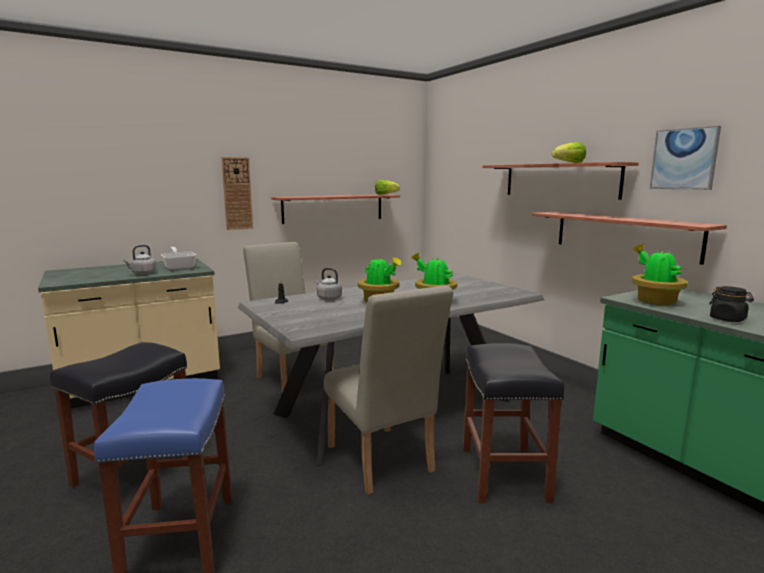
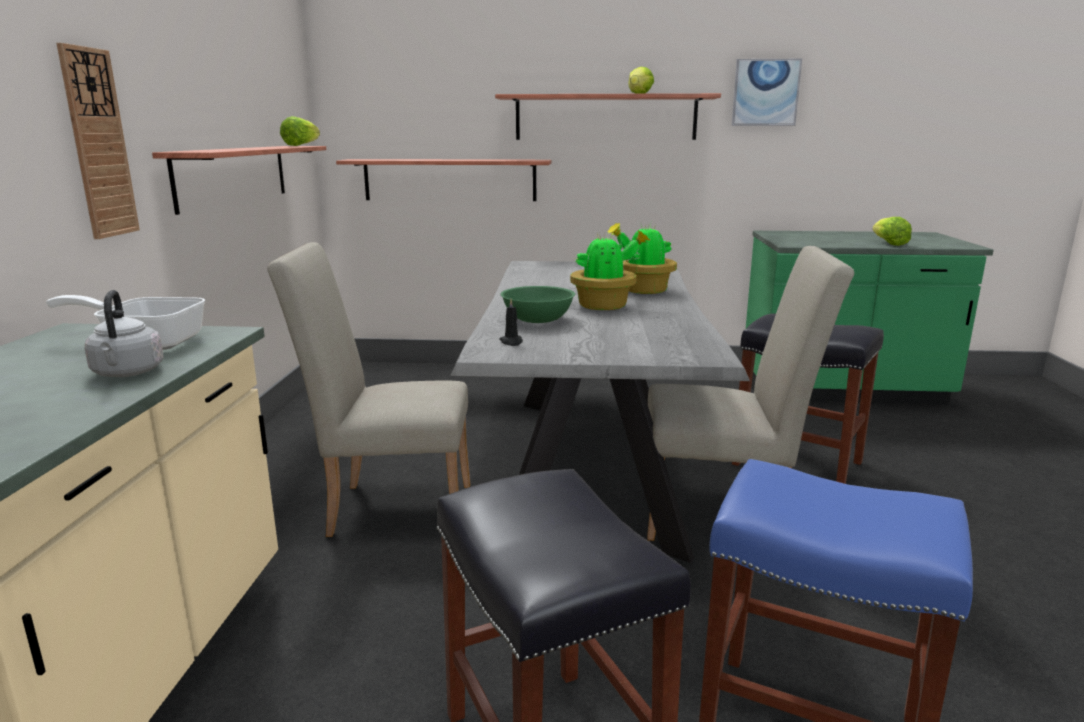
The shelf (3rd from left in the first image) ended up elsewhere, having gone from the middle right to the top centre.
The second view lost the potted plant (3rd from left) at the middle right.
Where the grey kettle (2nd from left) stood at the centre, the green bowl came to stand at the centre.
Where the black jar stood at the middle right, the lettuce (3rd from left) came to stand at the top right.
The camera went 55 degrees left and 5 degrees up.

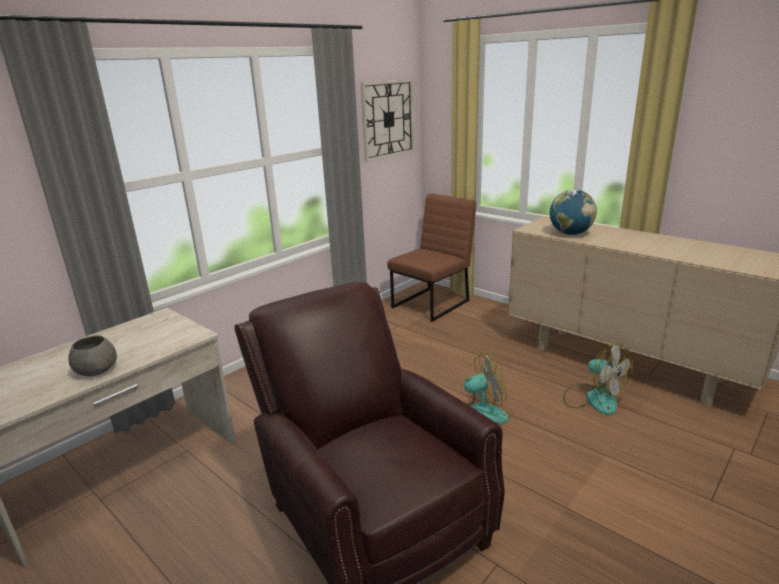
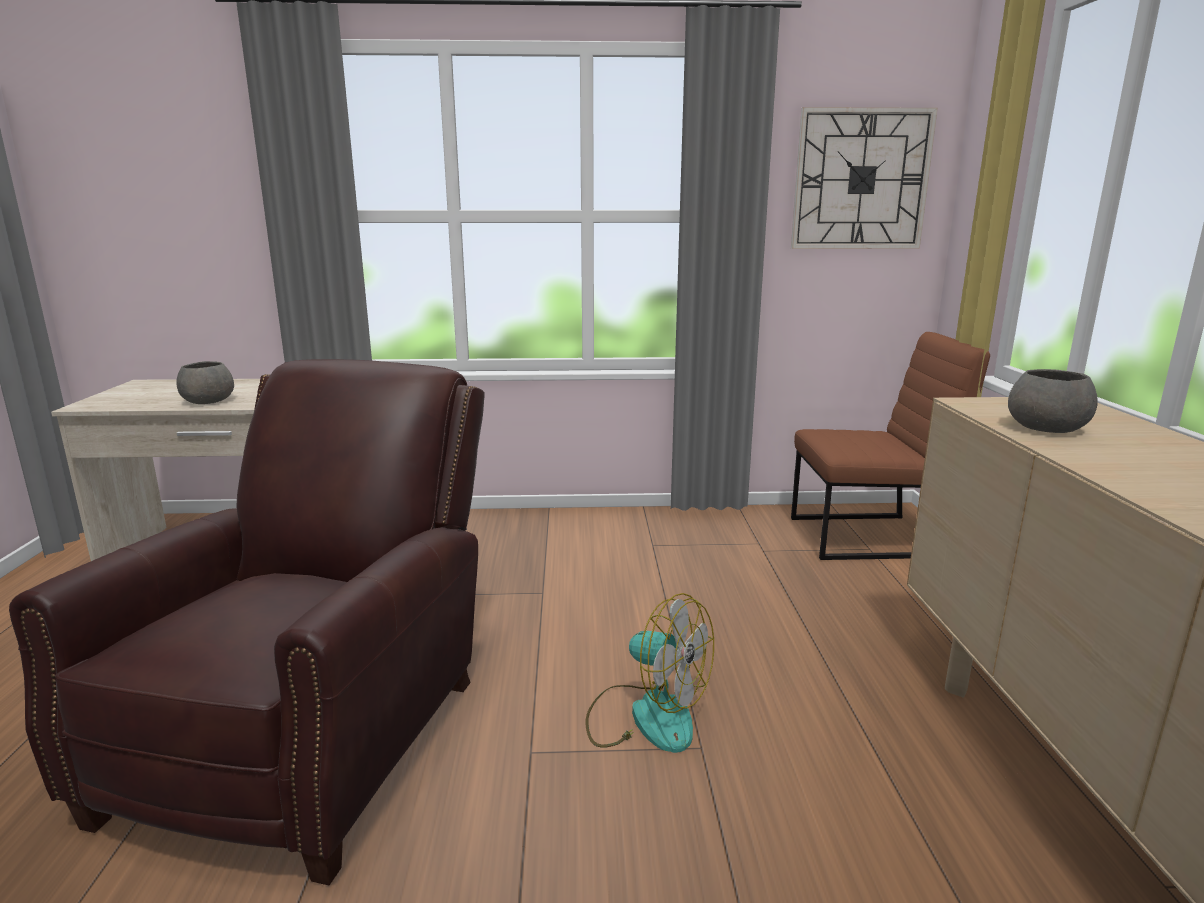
Where the globe stood at the middle right, the grey bowl (2nd from left) came to stand at the middle right.
The second view lost the fan (2nd from left) at the middle right.
The camera went 45 degrees right and 5 degrees down.

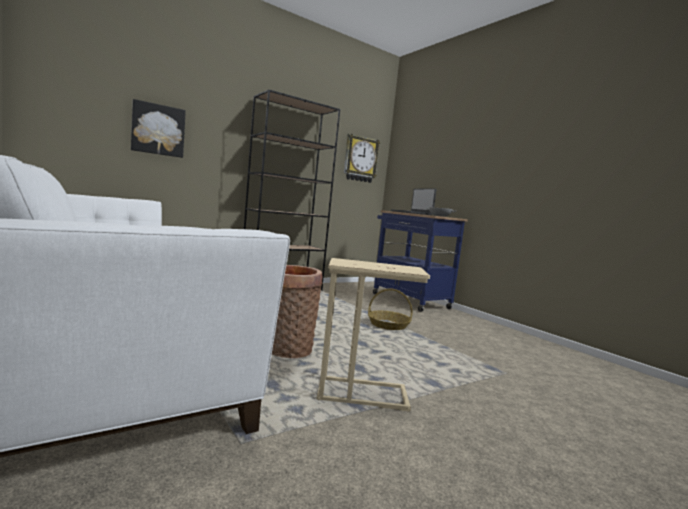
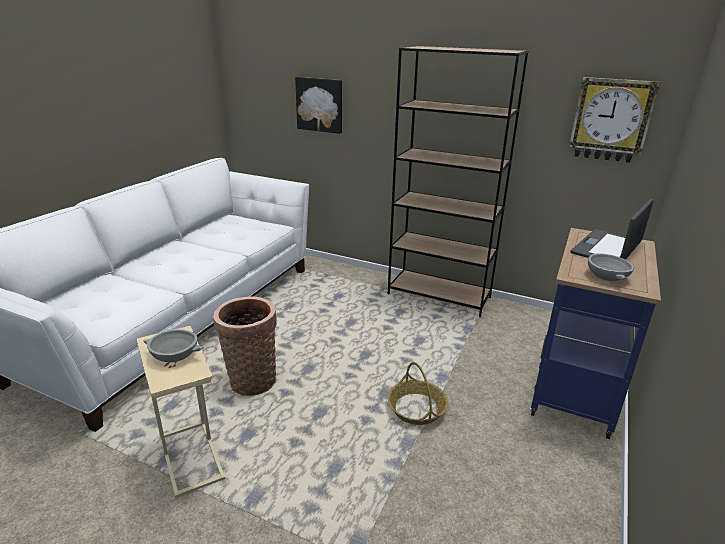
The second view gained the grey bowl (1st from left) at the middle left.
The camera went 60 degrees right and 20 degrees up.

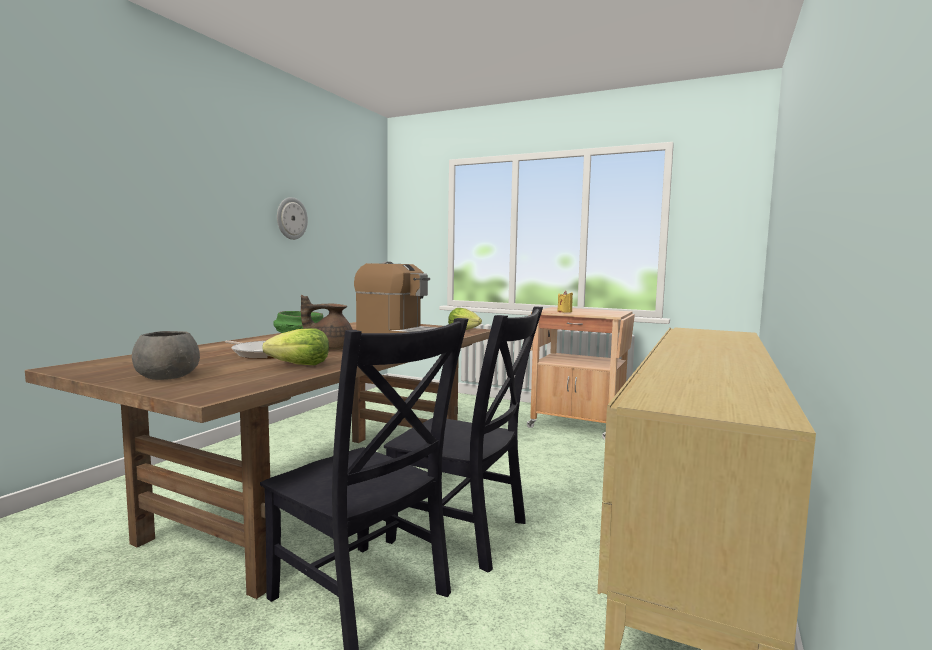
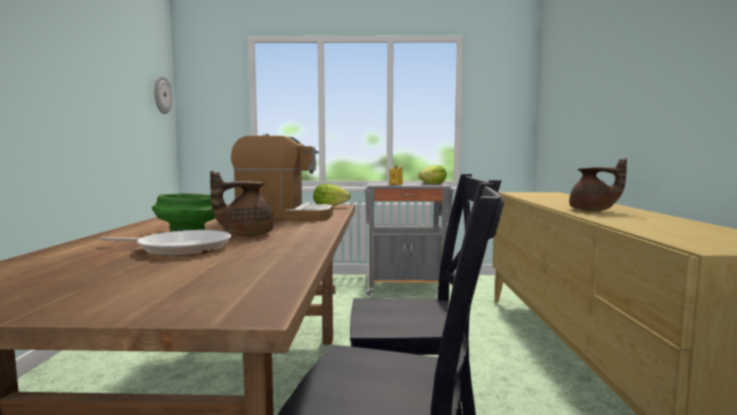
The wall clock ended up elsewhere, having gone from the middle left to the top left.
What was the brown cart at the centre turned into the grey cart at the centre.
The lettuce (1st from left in the first image) ended up elsewhere, having gone from the middle left to the centre.
The second view lost the grey bowl at the middle left.
The second view gained the brown teapot (2nd from left) at the middle right.
The camera went 25 degrees left and 0 degrees up.

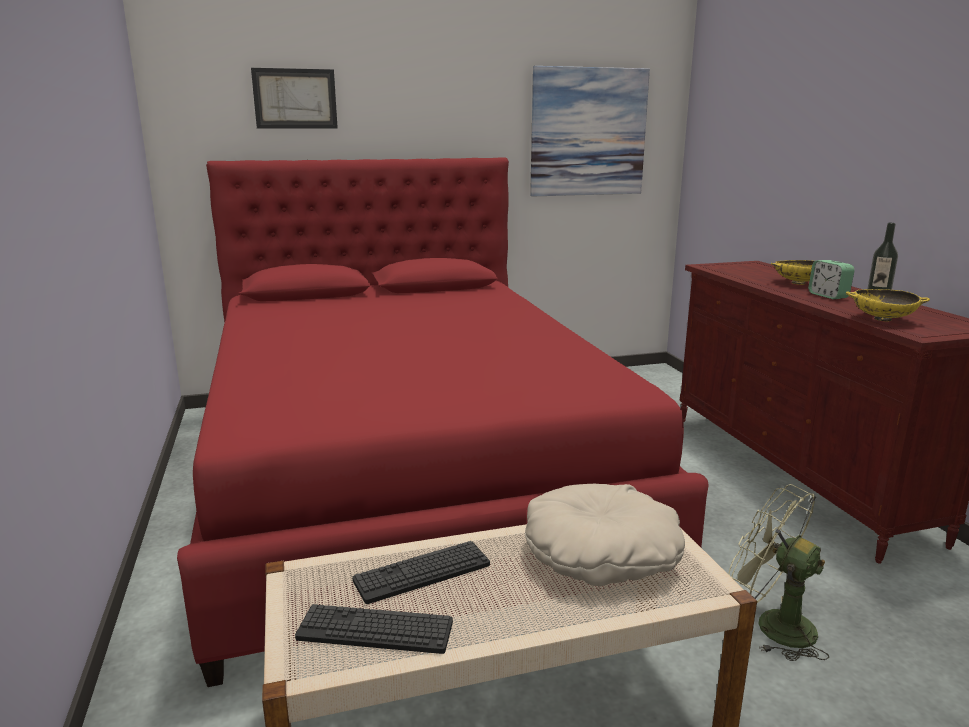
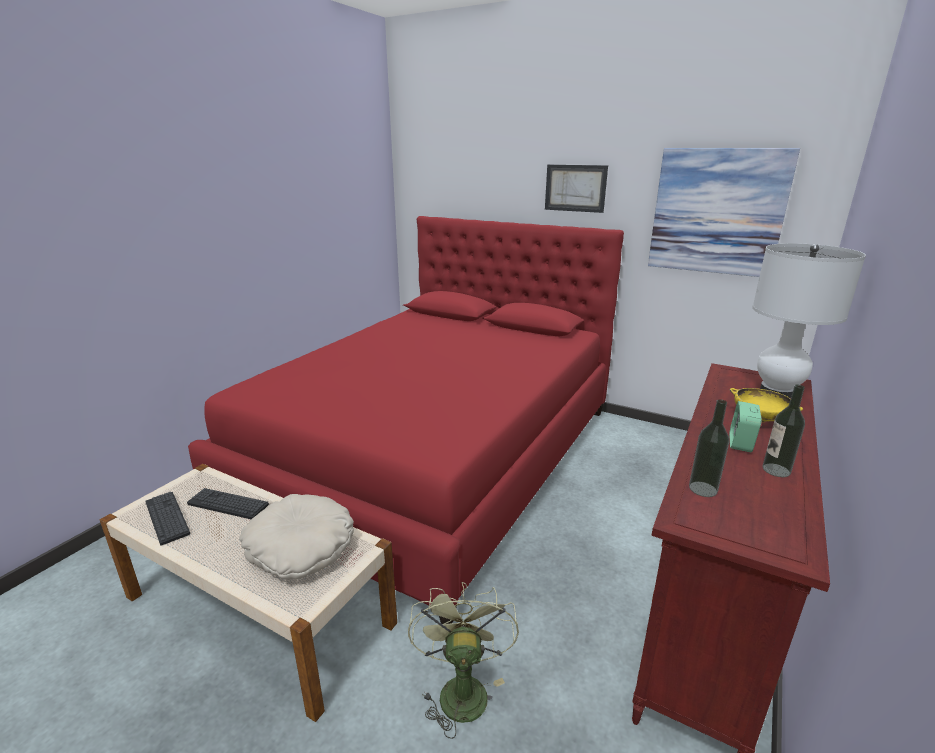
The picture (1st from left) ended up elsewhere, having gone from the top left to the top centre.
Where the yellow bowl (2nd from left) stood at the middle right, the bottle (1st from left) came to stand at the middle right.
The second view gained the white table lamp at the middle right.
The camera went 45 degrees right and 5 degrees up.

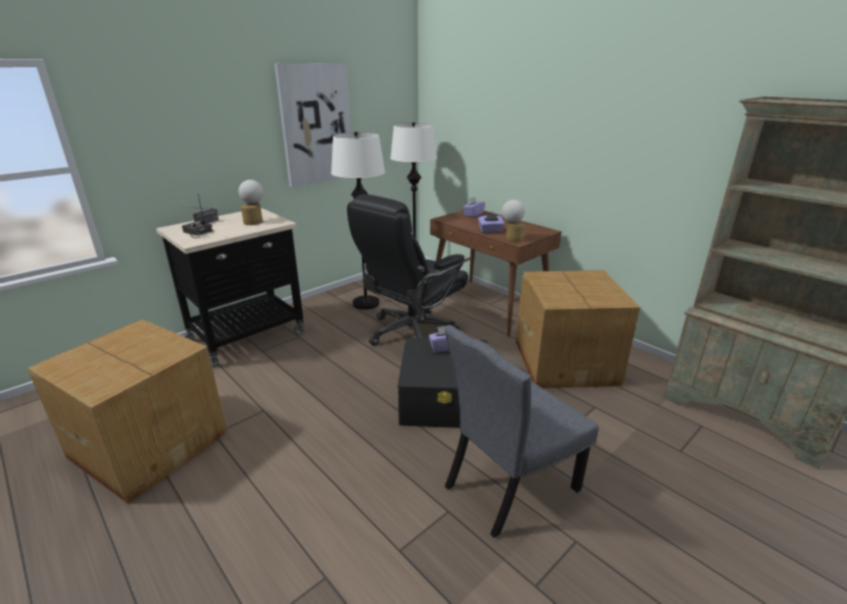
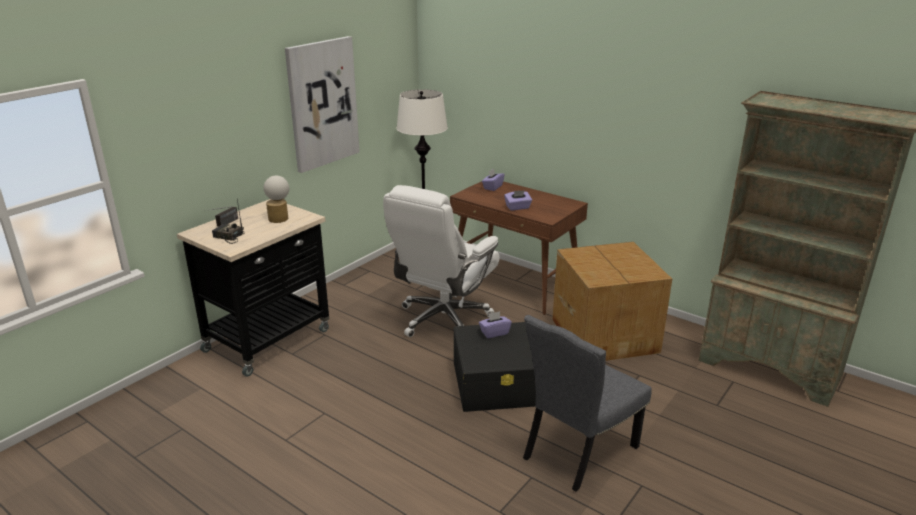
The second view lost the white floor lamp (1st from left) at the centre.
What was the black office chair at the centre turned into the white office chair at the centre.
The second view lost the table lamp (2nd from left) at the centre.
The second view lost the cardboard box (1st from left) at the bottom left.
The camera went 10 degrees left and 0 degrees up.

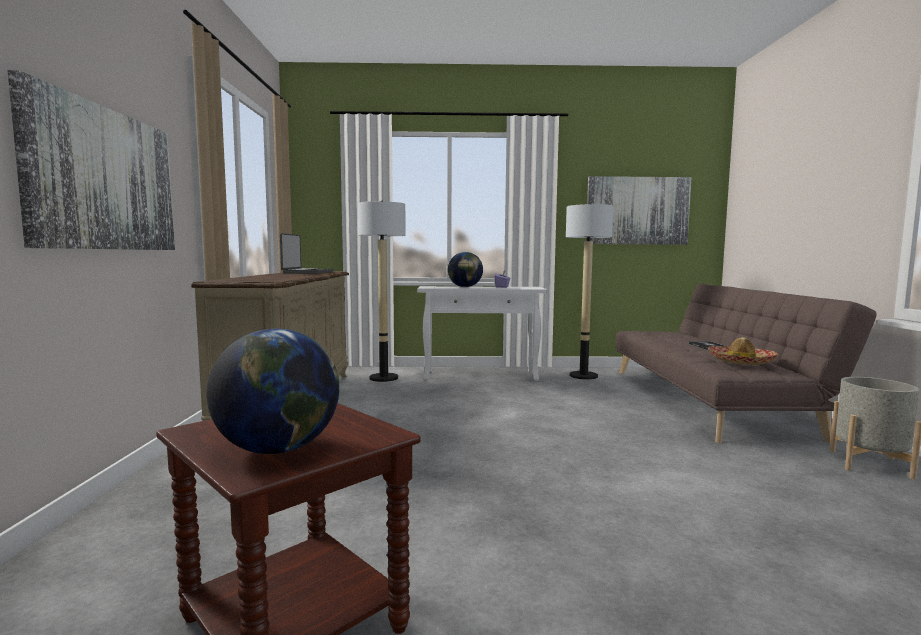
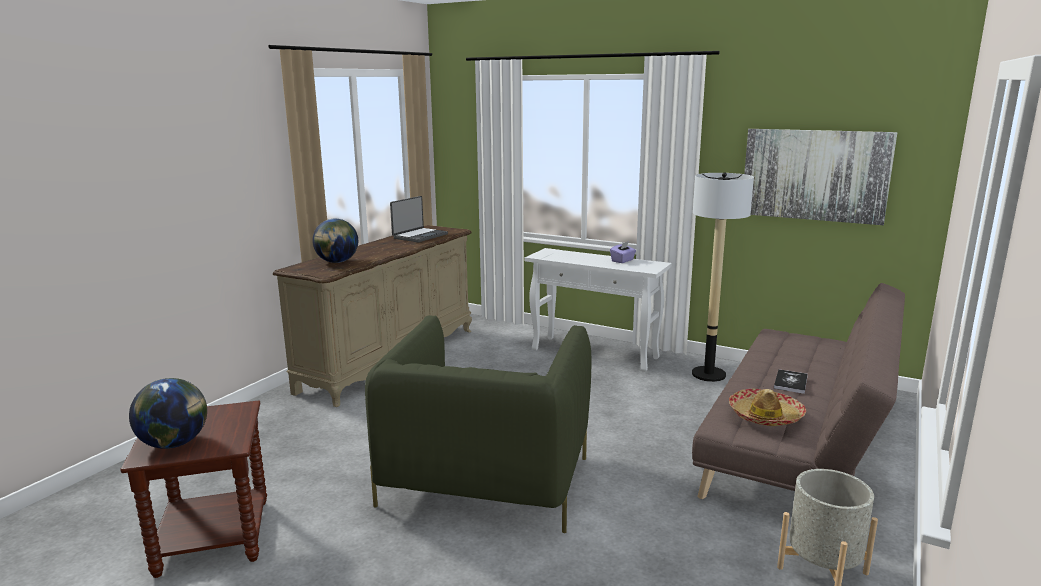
The second view lost the picture (1st from left) at the top left.
The second view lost the floor lamp (1st from left) at the centre.
The globe (2nd from left) ended up elsewhere, having gone from the centre to the middle left.
The second view gained the green armchair at the bottom centre.
The camera went 30 degrees right and 10 degrees up.

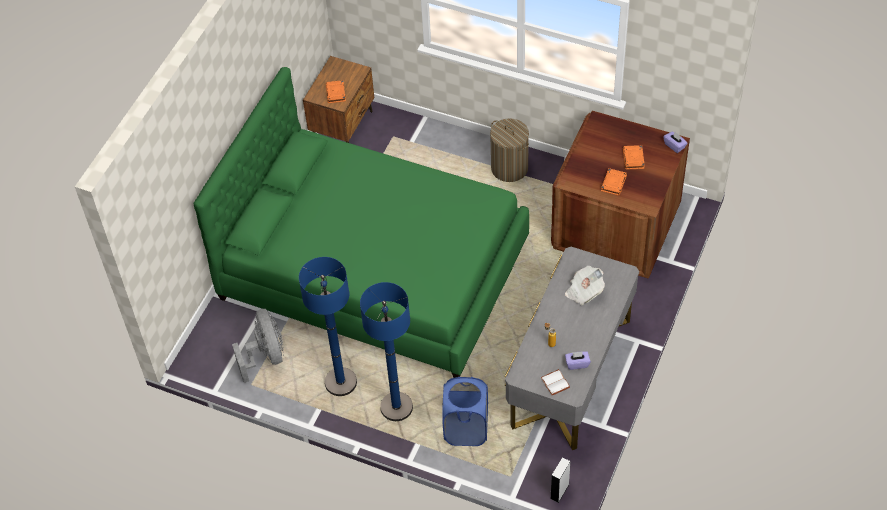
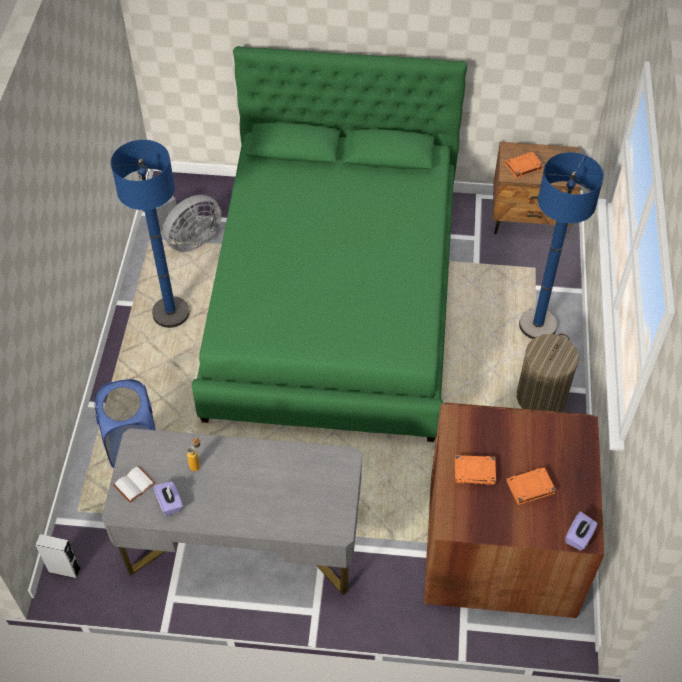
The second view lost the newspaper at the centre.
The blue floor lamp (2nd from left) ended up elsewhere, having gone from the bottom centre to the middle right.
The camera went 70 degrees right and 0 degrees up.

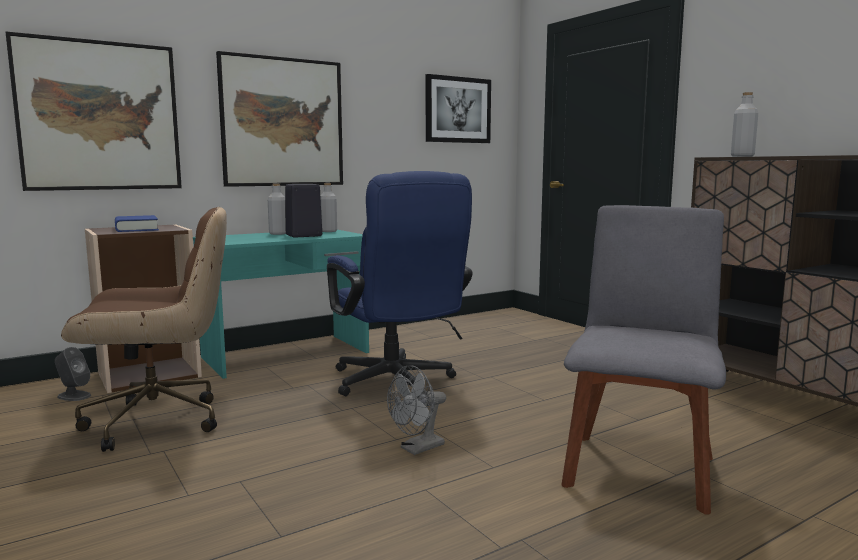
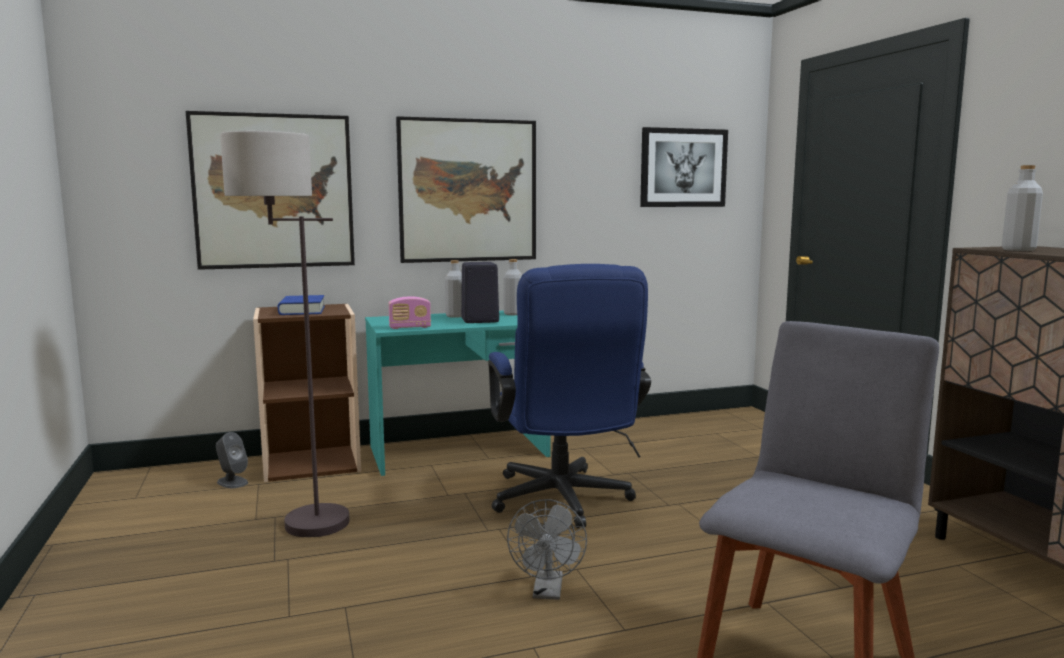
Where the brown office chair stood at the middle left, the grey floor lamp came to stand at the middle left.
The grey fan at the bottom centre ended up facing another way, 60 degrees counterclockwise from before.
The second view gained the radio at the centre.
The camera went 15 degrees right and 0 degrees up.

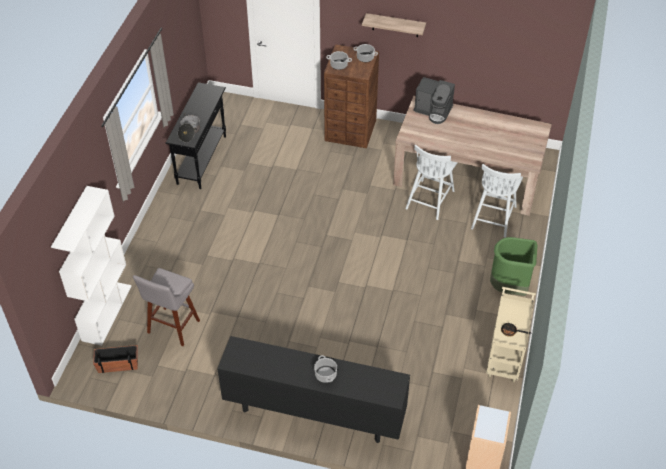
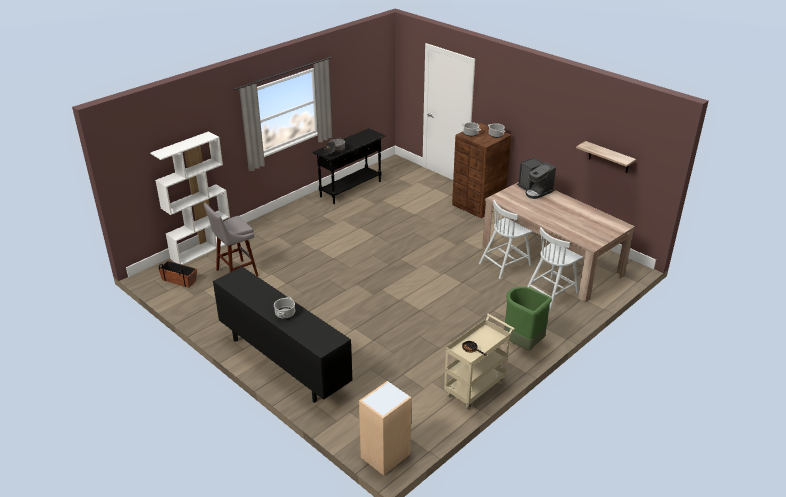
The shelf ended up elsewhere, having gone from the top centre to the top right.
The camera went 30 degrees right and 15 degrees down.

